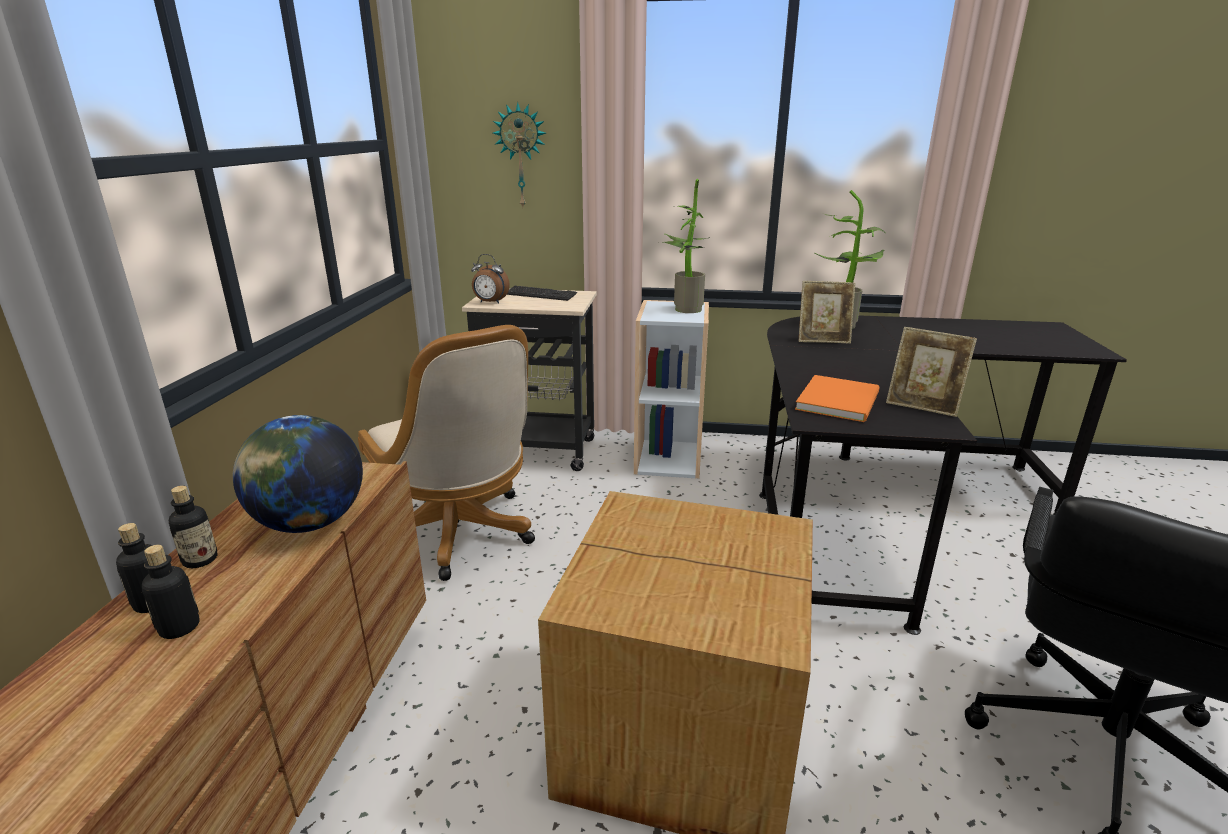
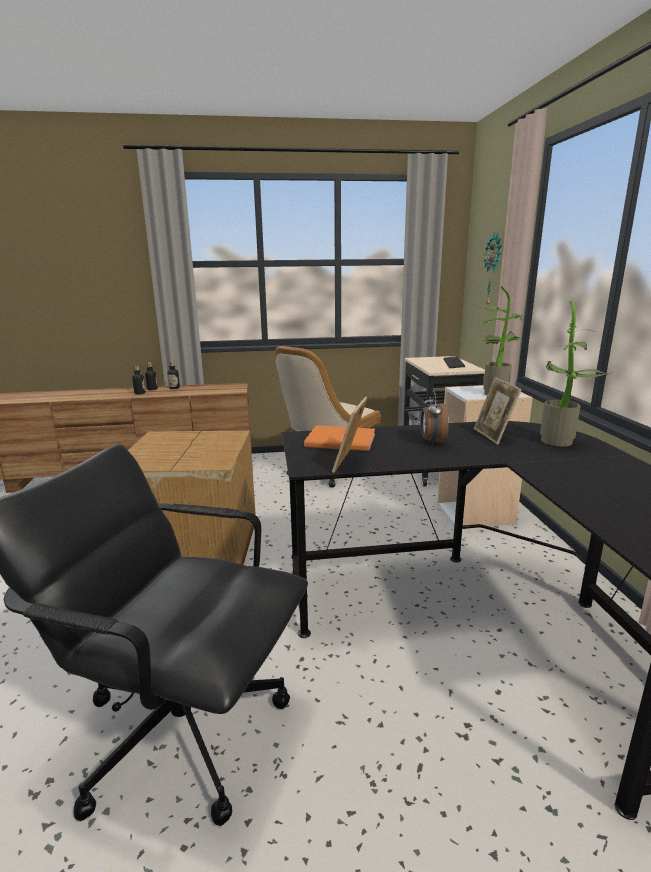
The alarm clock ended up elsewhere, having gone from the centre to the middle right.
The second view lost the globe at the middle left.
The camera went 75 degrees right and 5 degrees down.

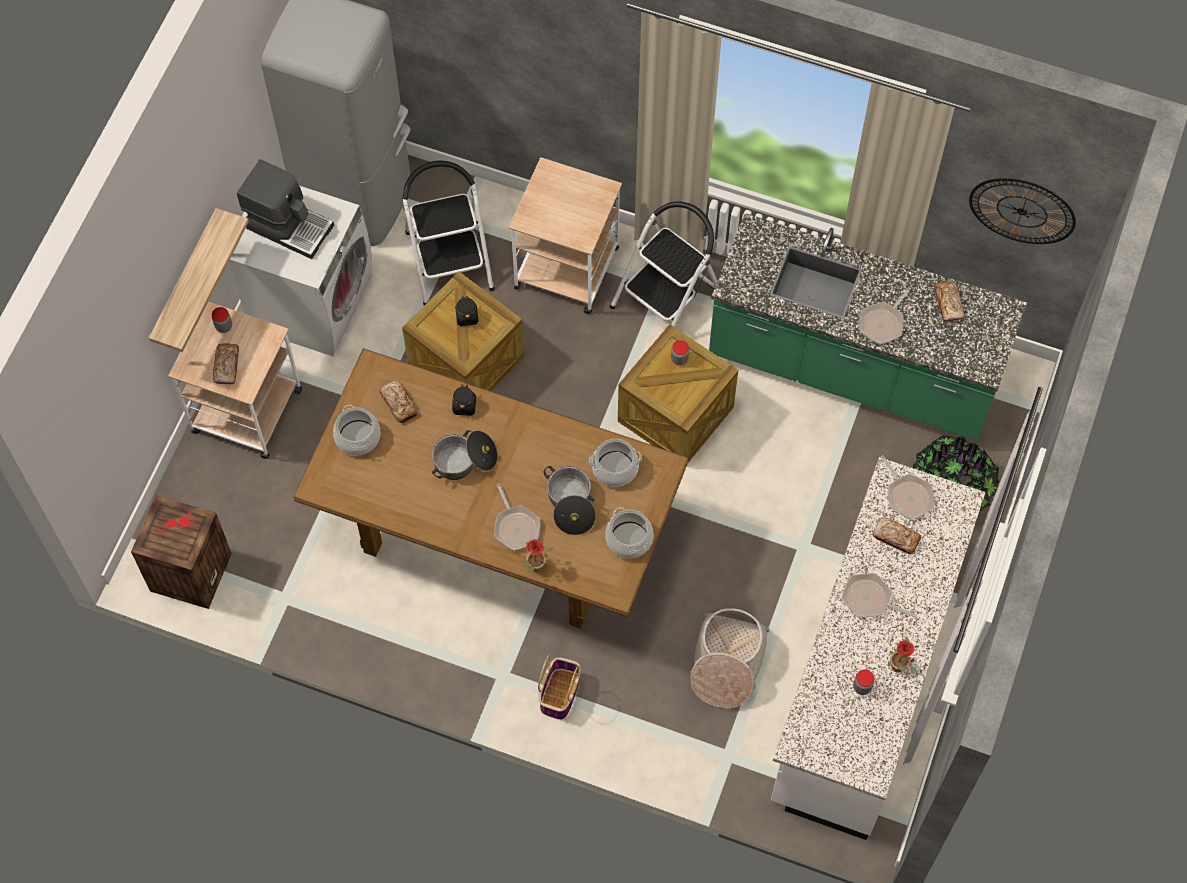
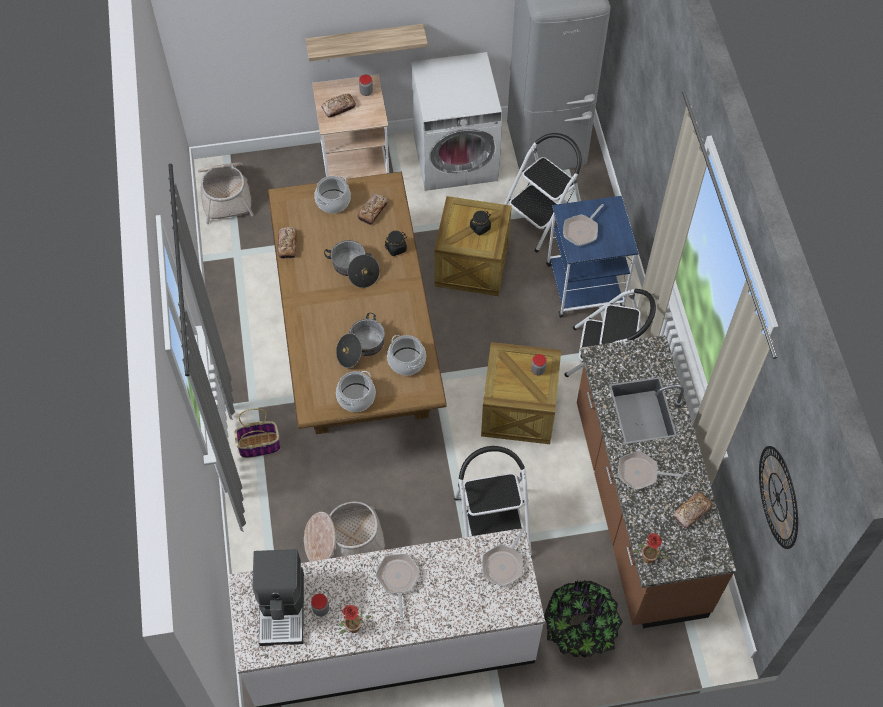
What was the beige cart (2nd from left) at the top centre turned into the blue cart at the middle right.
The coffee machine ended up elsewhere, having gone from the top left to the bottom left.
What was the green counter at the middle right turned into the brown counter at the bottom right.
The frying pan (1st from left in the first image) ended up elsewhere, having gone from the centre to the top centre.
Where the crate (1st from left) stood at the middle left, the basket (1st from left) came to stand at the top left.
The bread (3rd from left in the first image) ended up elsewhere, having gone from the middle right to the middle left.
The potted plant (1st from left in the first image) ended up elsewhere, having gone from the centre to the bottom right.
The second view gained the step ladder (1st from left) at the bottom centre.
The camera went 60 degrees right and 5 degrees down.

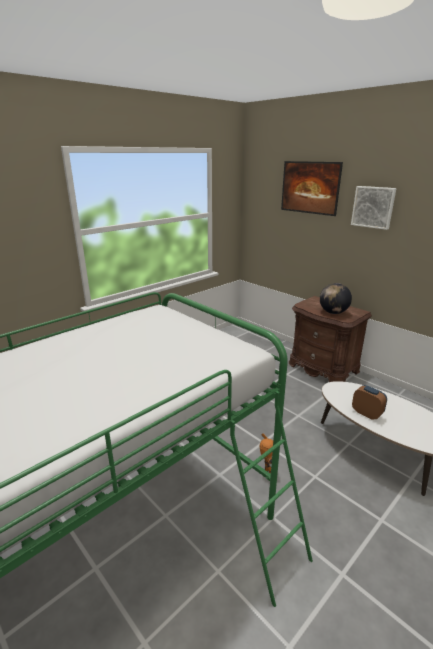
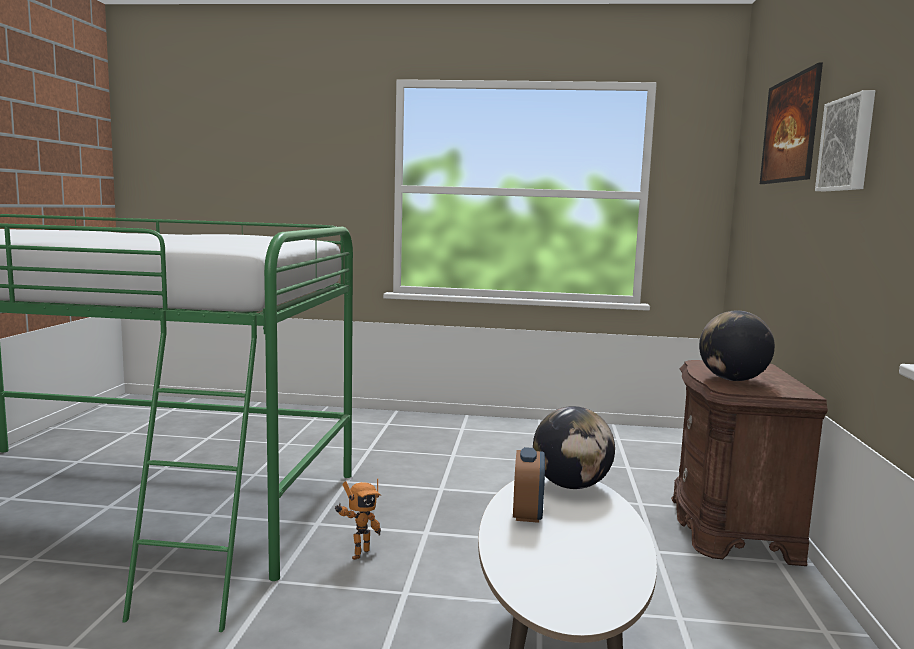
The second view gained the globe (1st from left) at the bottom centre.
The camera went 50 degrees right and 15 degrees down.

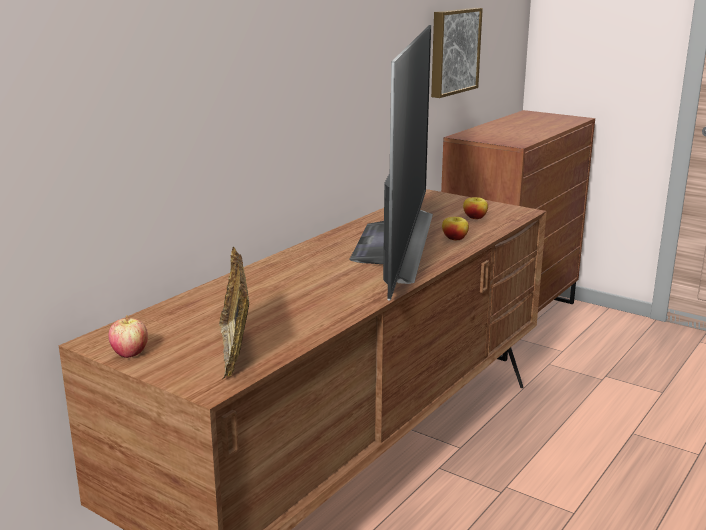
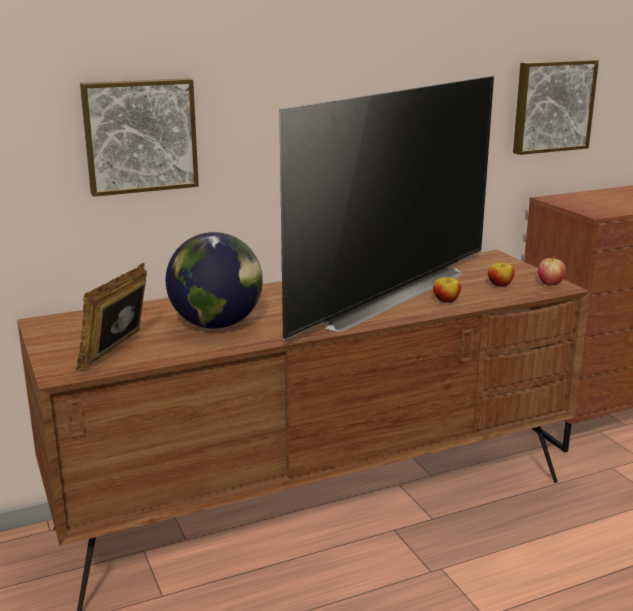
The apple (1st from left in the first image) ended up elsewhere, having gone from the middle left to the middle right.
The second view gained the picture (1st from left) at the top left.
The second view gained the globe at the centre.
The camera went 30 degrees right and 0 degrees up.

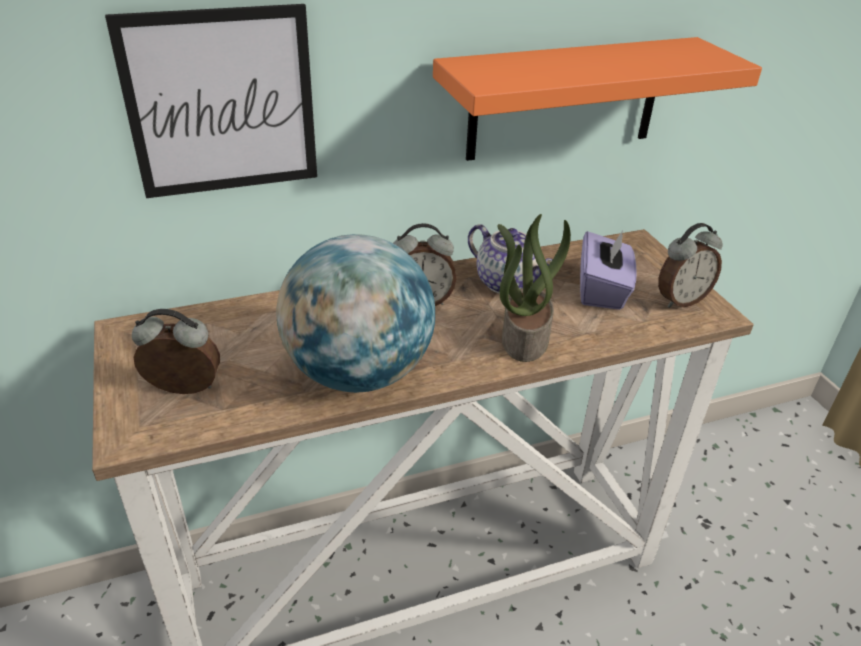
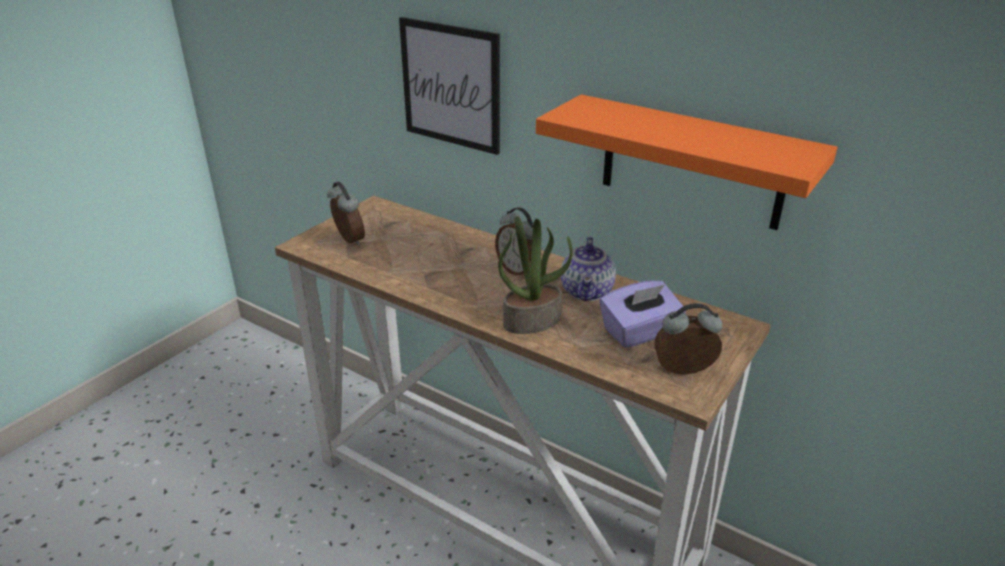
The alarm clock (3rd from left) at the middle right ended up facing another way, 150 degrees clockwise from before.
The second view lost the globe at the centre.
The camera went 55 degrees right and 5 degrees down.

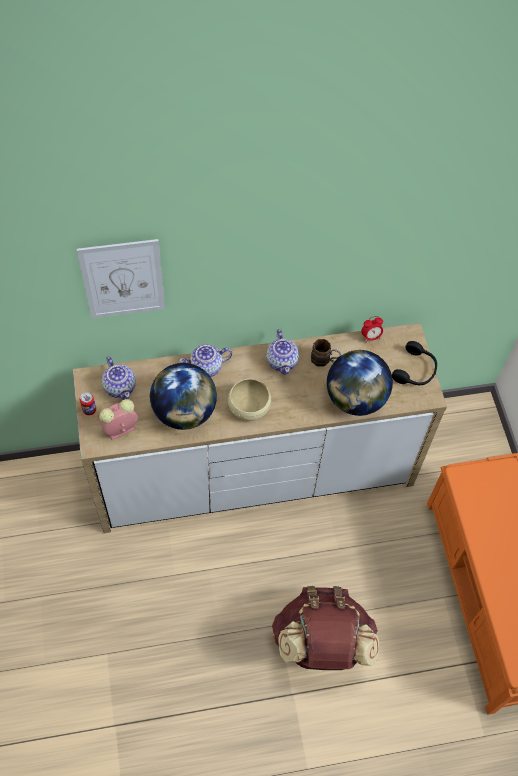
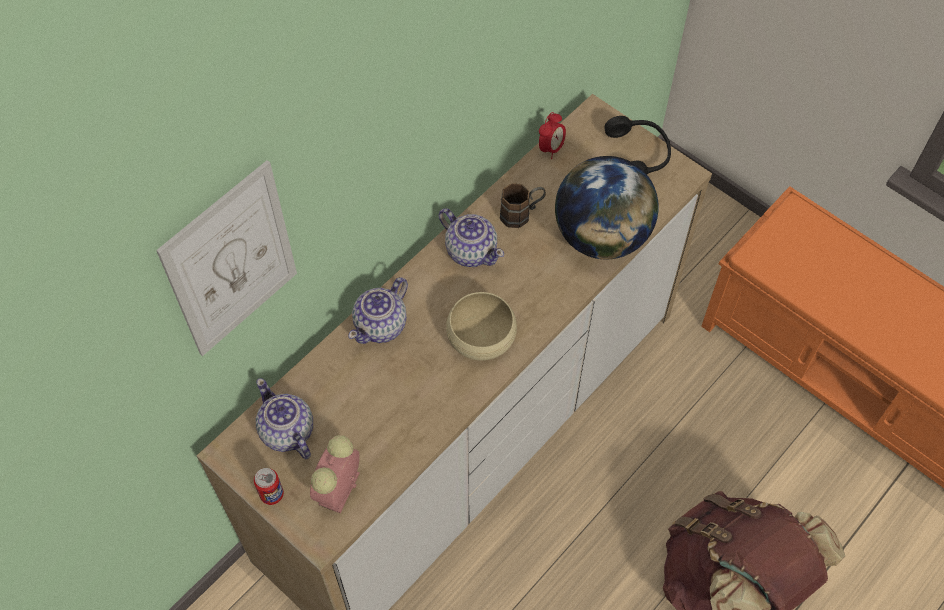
The teapot (1st from left) at the middle left ended up facing another way, 150 degrees counterclockwise from before.
The second view lost the globe (1st from left) at the centre.
The camera went 35 degrees left and 0 degrees up.

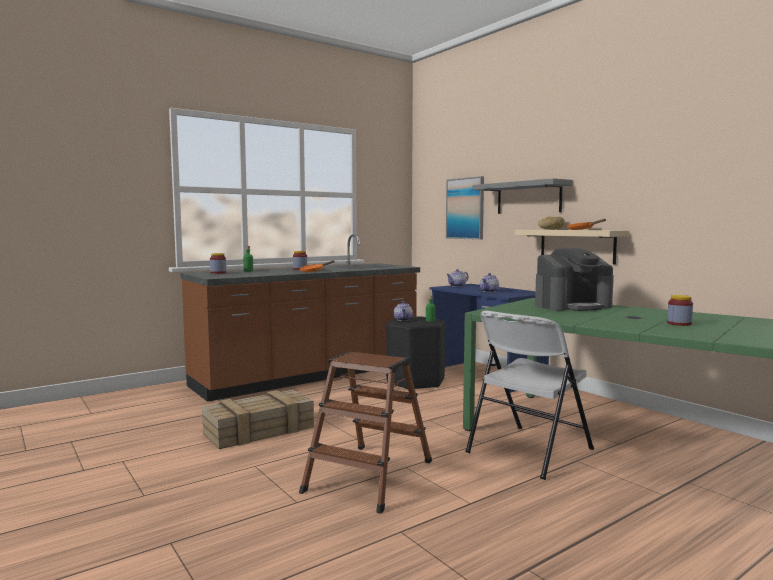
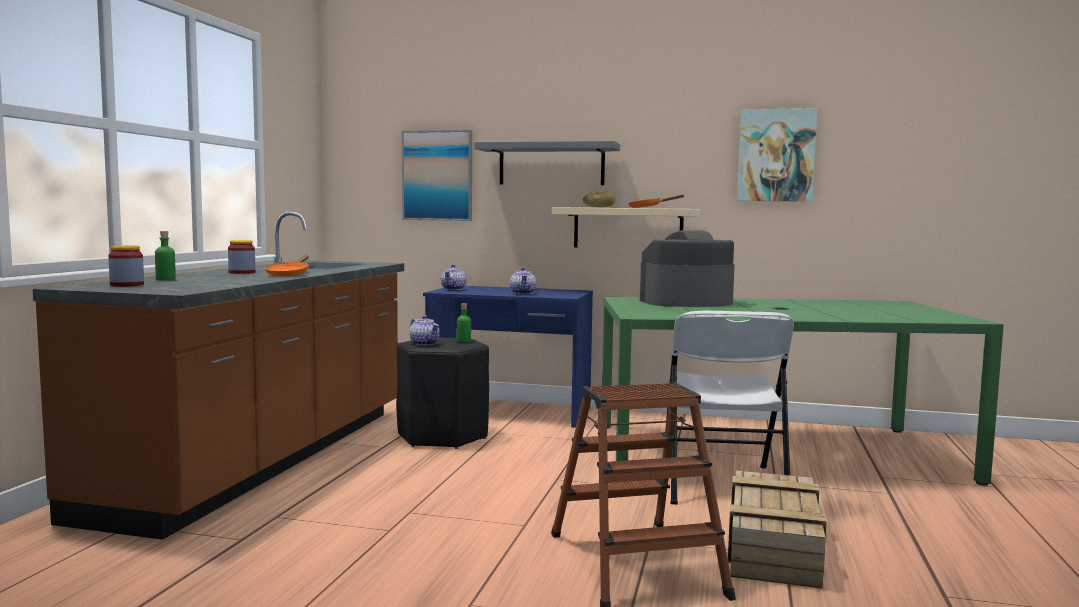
The coffee machine at the middle right ended up facing another way, 135 degrees counterclockwise from before.
The second view lost the jar (3rd from left) at the middle right.
The crate ended up elsewhere, having gone from the bottom centre to the bottom right.
The second view gained the picture (2nd from left) at the top right.
The camera went 40 degrees left and 0 degrees up.

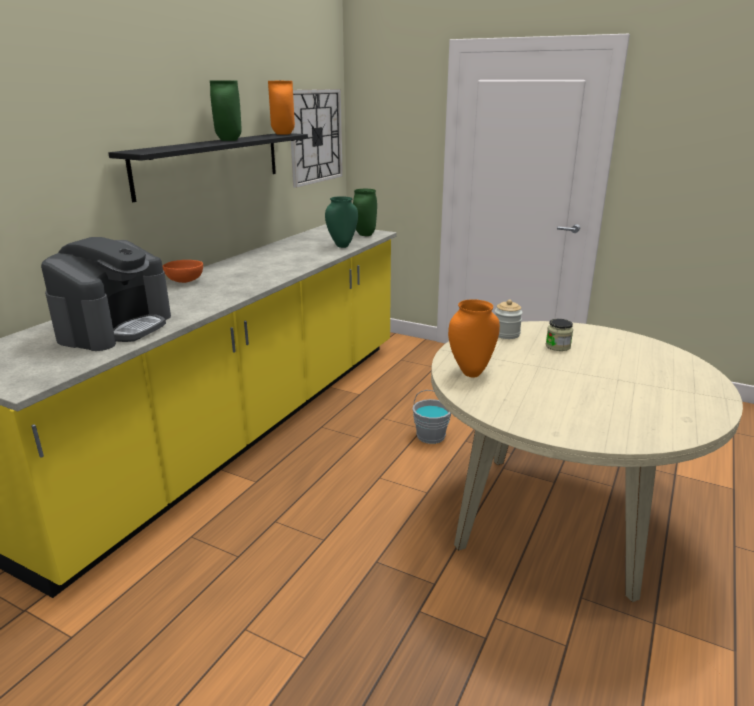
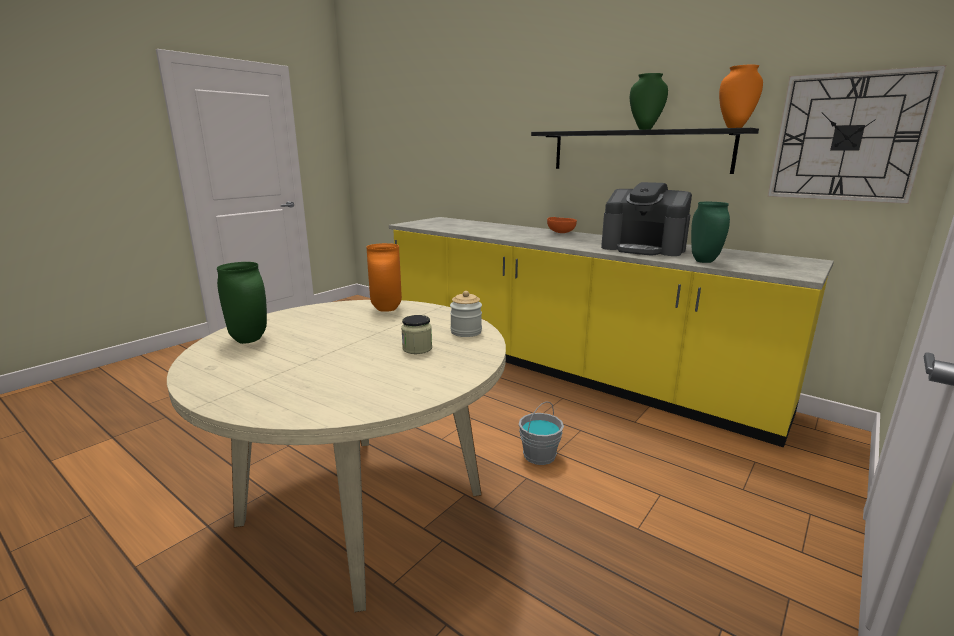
The green vase (3rd from left in the first image) ended up elsewhere, having gone from the top centre to the middle left.
The coffee machine ended up elsewhere, having gone from the middle left to the middle right.
The camera went 100 degrees right and 5 degrees down.

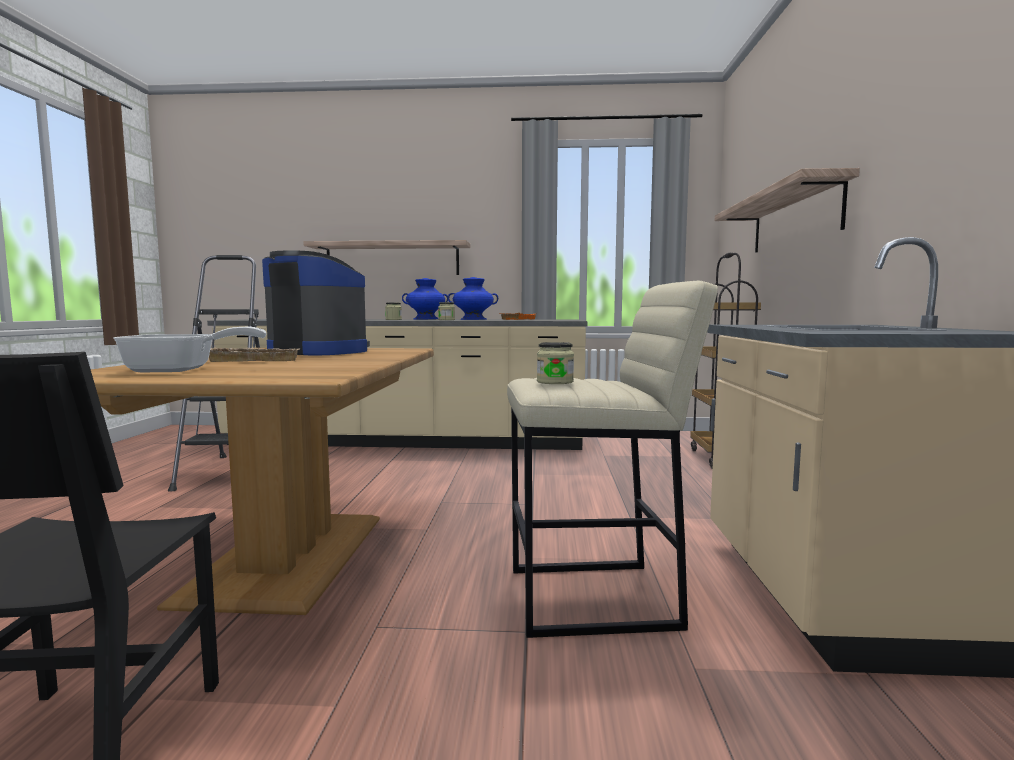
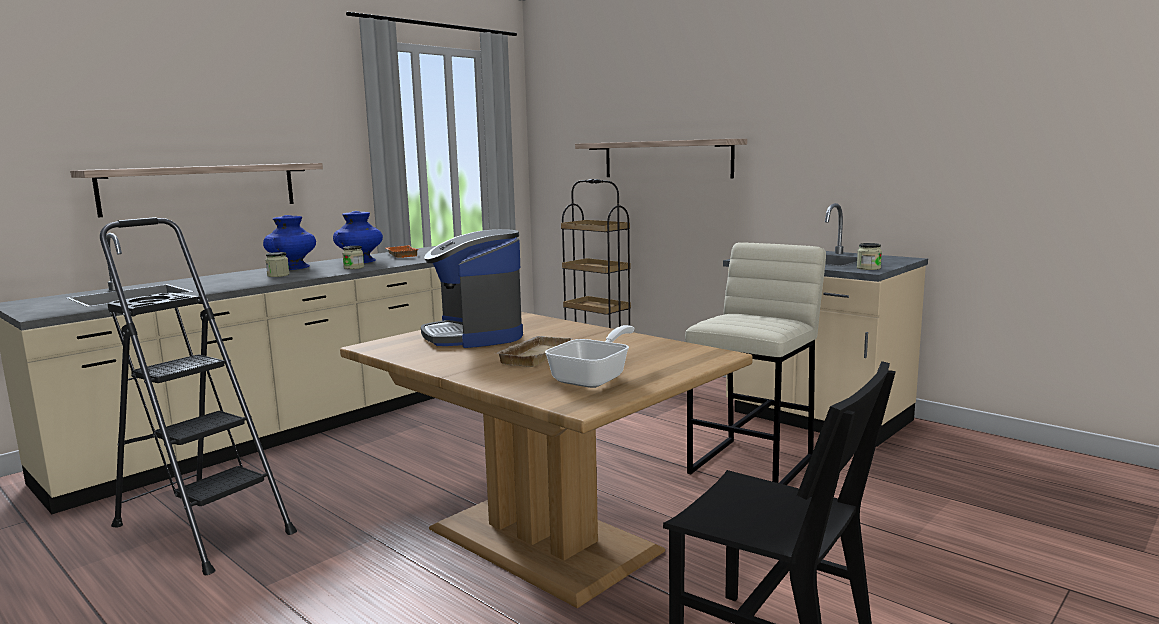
The coffee machine at the middle left ended up facing another way, 90 degrees counterclockwise from before.
The jar (3rd from left) ended up elsewhere, having gone from the centre to the middle right.
The camera went 50 degrees left and 5 degrees up.

